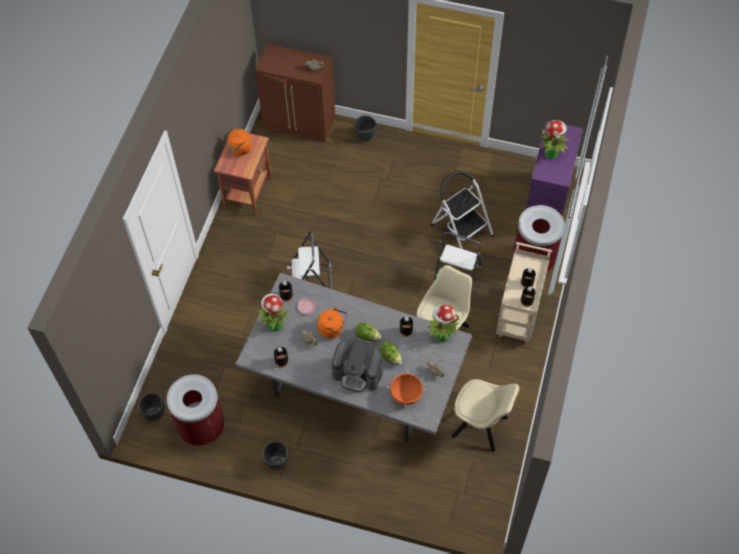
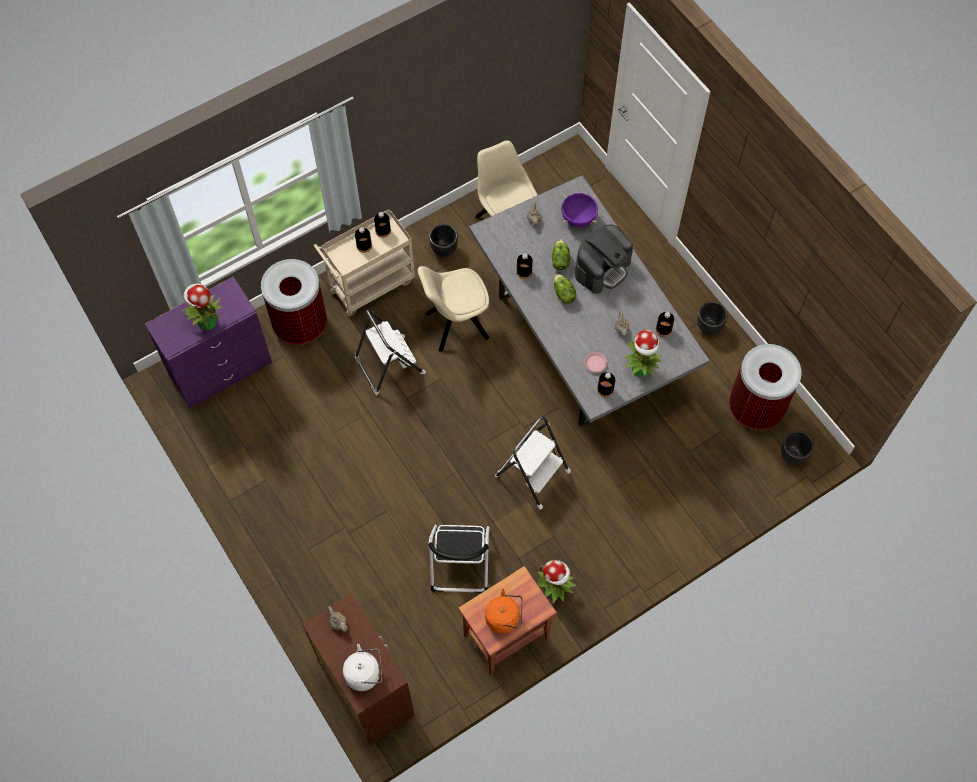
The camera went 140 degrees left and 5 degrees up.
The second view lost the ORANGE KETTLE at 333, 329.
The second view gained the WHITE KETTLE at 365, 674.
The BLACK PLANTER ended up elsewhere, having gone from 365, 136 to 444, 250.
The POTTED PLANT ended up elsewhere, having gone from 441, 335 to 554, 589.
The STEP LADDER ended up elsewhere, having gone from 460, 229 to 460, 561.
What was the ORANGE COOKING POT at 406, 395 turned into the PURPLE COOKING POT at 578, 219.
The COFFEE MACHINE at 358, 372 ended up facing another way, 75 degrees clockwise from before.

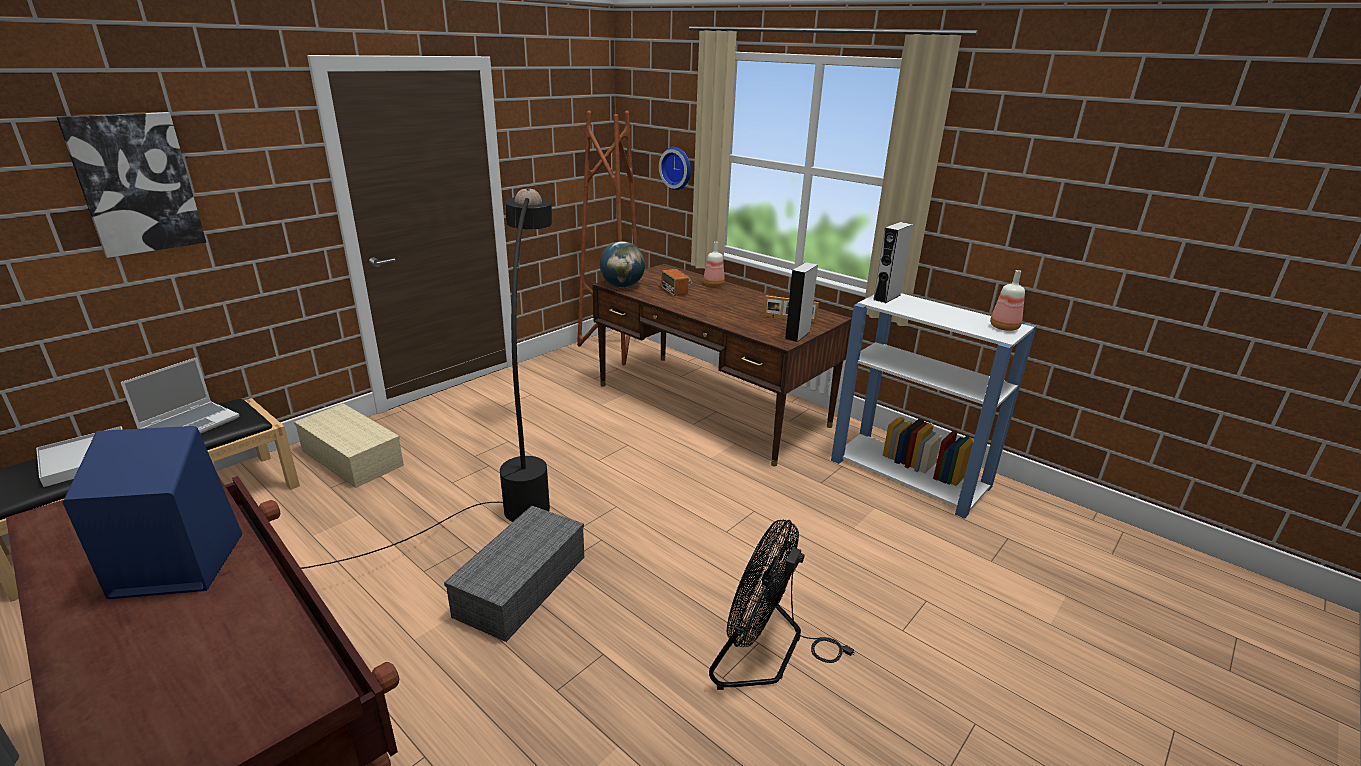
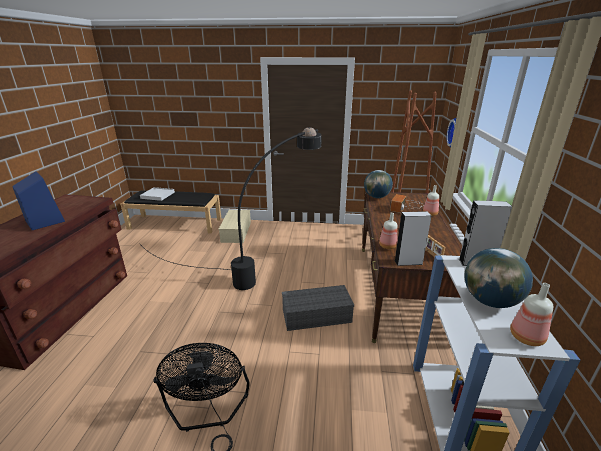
The camera went 55 degrees right and 0 degrees up.
The second view lost the PICTURE at 136, 184.
The second view lost the LAPTOP at 190, 424.
The second view gained the BOTTLE at 387, 246.
The second view gained the GLOBE at 490, 301.
The GREY STORAGE BOX ended up elsewhere, having gone from 521, 587 to 315, 316.

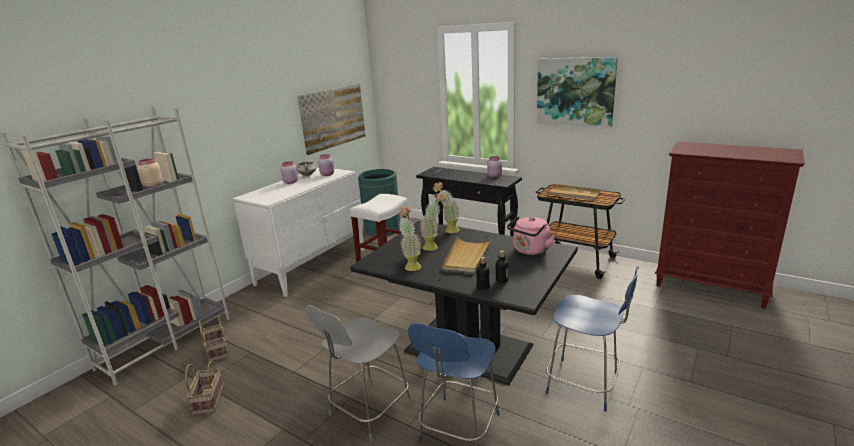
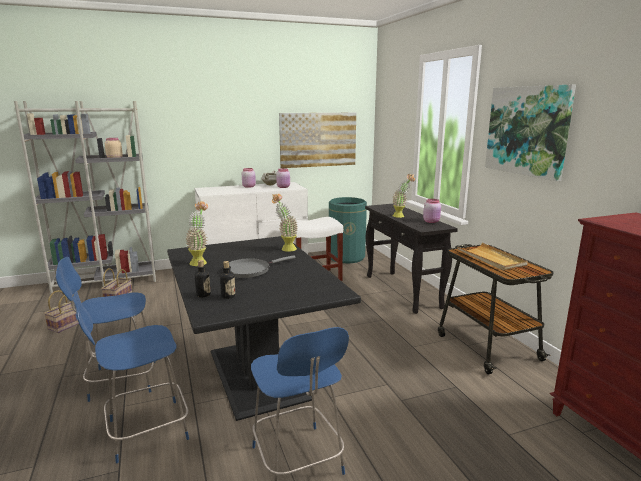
The camera went 35 degrees right and 5 degrees down.
The second view lost the PINK KETTLE at 530, 251.
The POTTED PLANT ended up elsewhere, having gone from 434, 246 to 401, 216.
Where the BEIGE TRAY stood at 466, 257, the GREY FRYING PAN came to stand at 250, 270.
What was the GREY CHAIR at 368, 411 turned into the BLUE CHAIR at 120, 380.

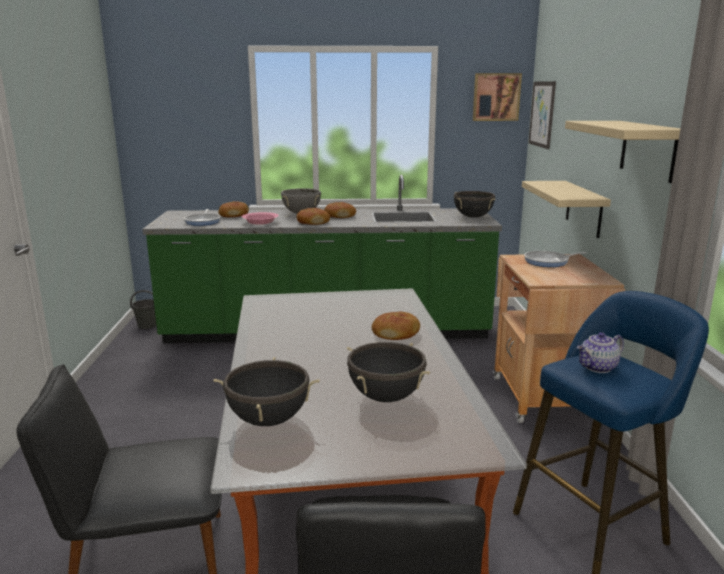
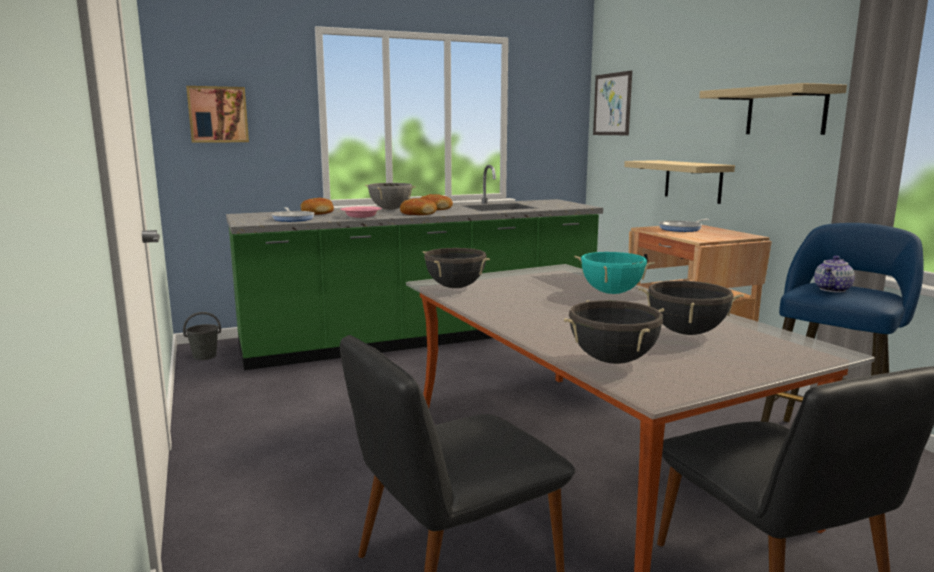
The camera went 20 degrees left and 5 degrees down.
The BLACK COOKING POT ended up elsewhere, having gone from 473, 217 to 455, 287.
The PICTURE ended up elsewhere, having gone from 496, 97 to 218, 114.
Where the BREAD stood at 396, 333, the TURQUOISE COOKING POT came to stand at 612, 293.

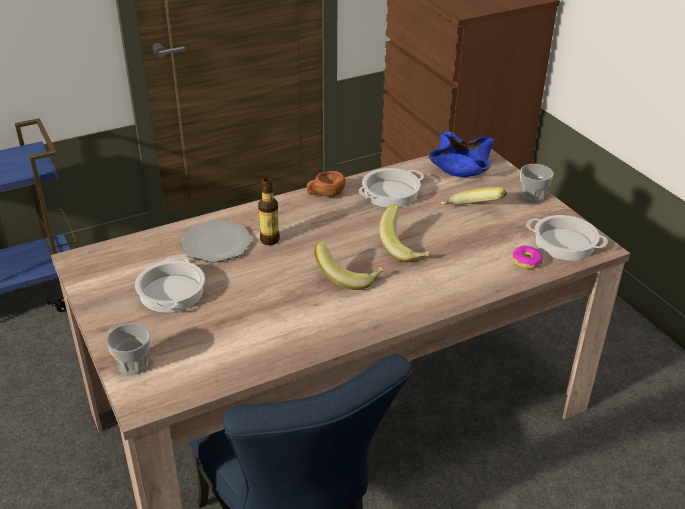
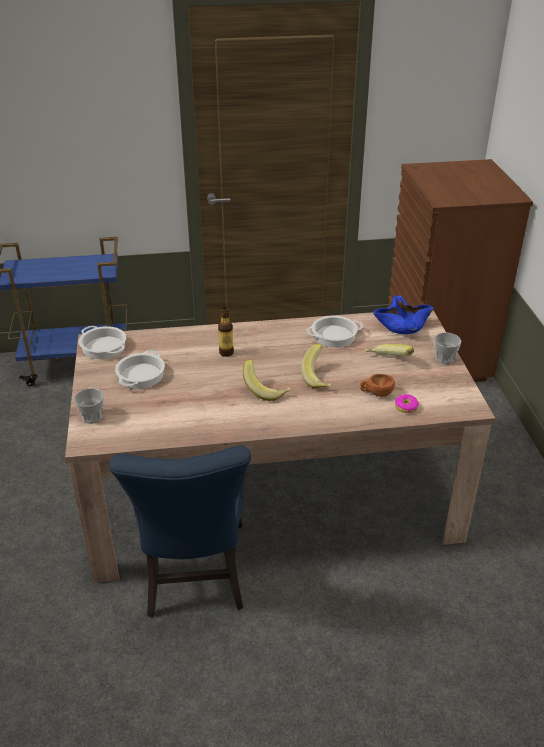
The camera went 20 degrees right and 0 degrees up.
The second view lost the PLATE at 216, 243.
The BROWN CUP ended up elsewhere, having gone from 325, 195 to 376, 393.
The COOKING POT ended up elsewhere, having gone from 565, 243 to 104, 347.

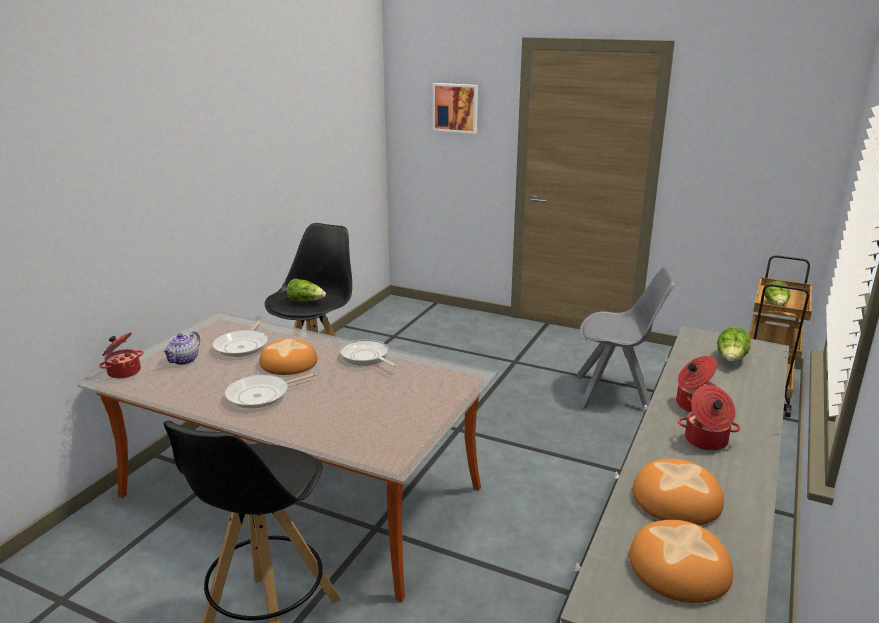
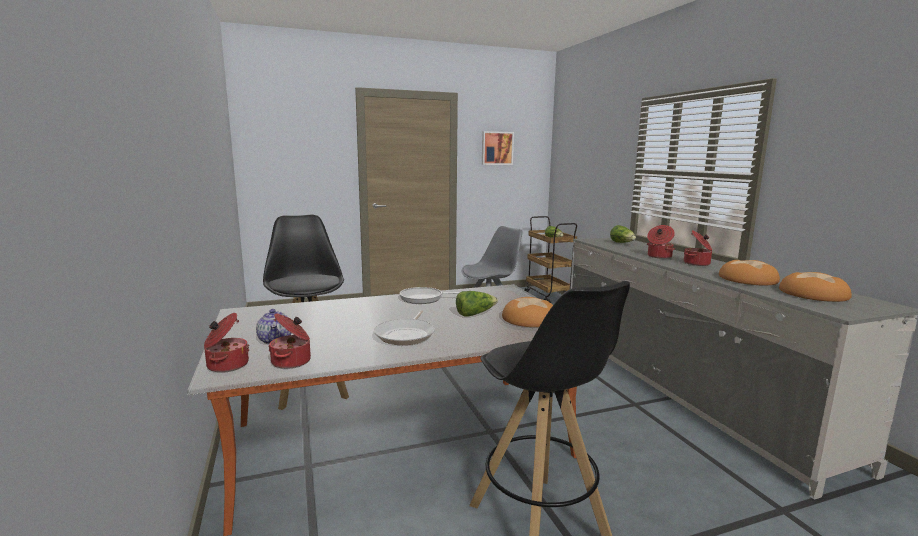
The camera went 45 degrees left and 10 degrees down.
The second view lost the FRYING PAN at 243, 346.
The second view gained the COOKING POT at 292, 361.
The BREAD ended up elsewhere, having gone from 289, 363 to 530, 319.
The LETTUCE ended up elsewhere, having gone from 306, 301 to 475, 314.
The PICTURE ended up elsewhere, having gone from 456, 107 to 497, 148.

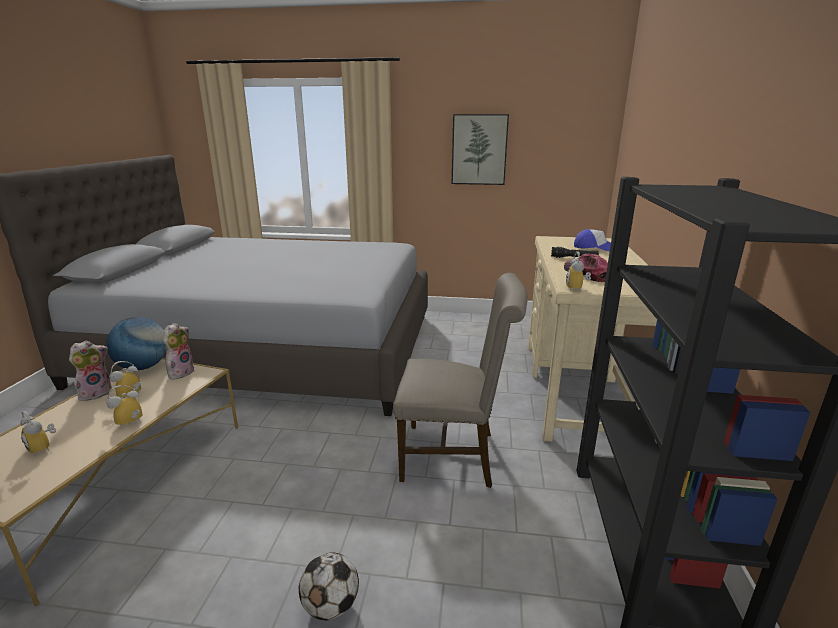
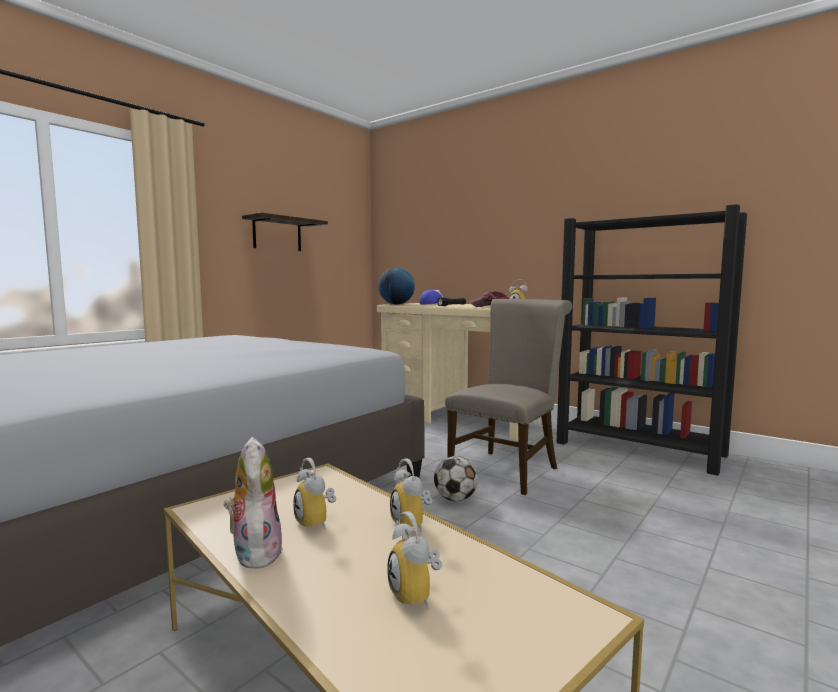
The camera went 60 degrees left and 15 degrees down.
The second view lost the PLUSH TOY at 181, 372.
The GLOBE ended up elsewhere, having gone from 143, 367 to 396, 304.
The FOOTBALL ended up elsewhere, having gone from 331, 606 to 455, 499.
Where the PICTURE hung at 479, 150, the SHELF came to hang at 277, 234.
The ALARM CLOCK at 44, 447 ended up facing another way, 90 degrees clockwise from before.

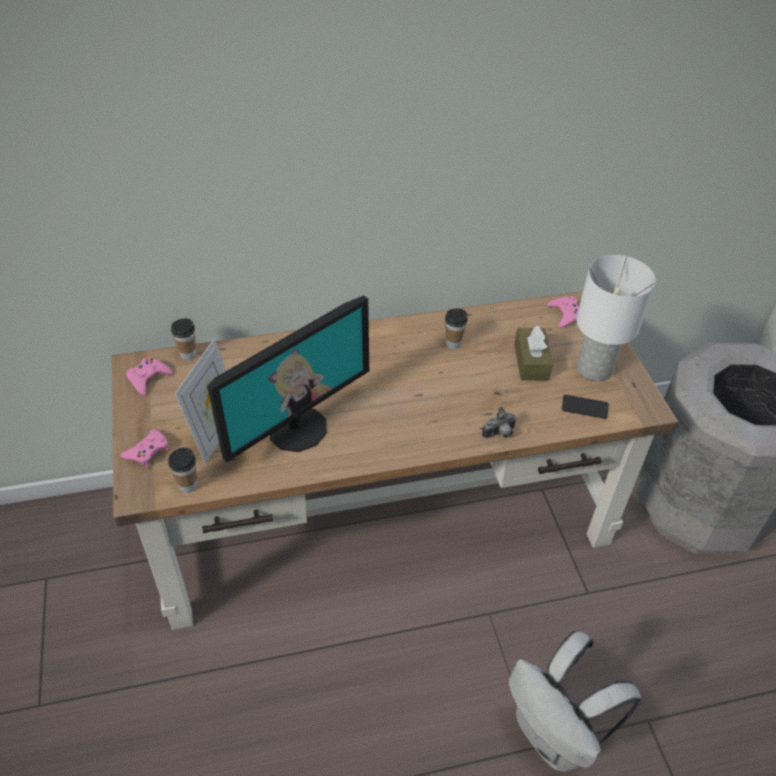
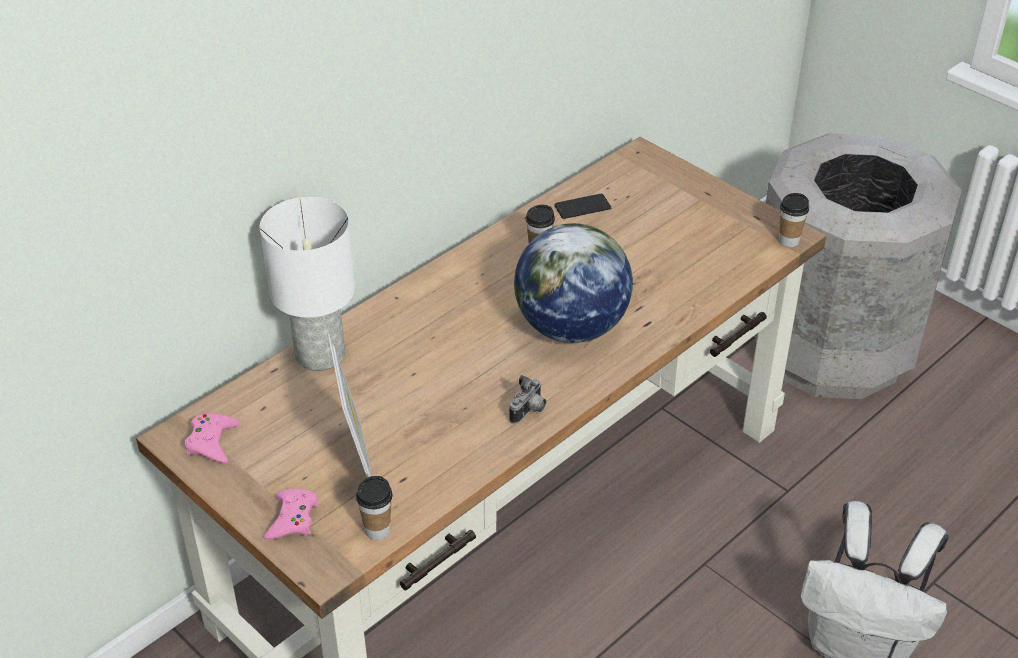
The camera went 30 degrees left and 5 degrees down.
The second view lost the MONITOR at 297, 428.
The second view lost the BROWN TISSUE BOX at 531, 362.
The second view lost the PINK GAME CONTROLLER at 565, 314.
The second view gained the GLOBE at 570, 328.
The CUP ended up elsewhere, having gone from 188, 354 to 788, 241.
The PHOTO CAMERA ended up elsewhere, having gone from 499, 434 to 529, 411.
The PHONE ended up elsewhere, having gone from 584, 407 to 582, 207.
The WHITE TABLE LAMP ended up elsewhere, having gone from 593, 368 to 319, 354.

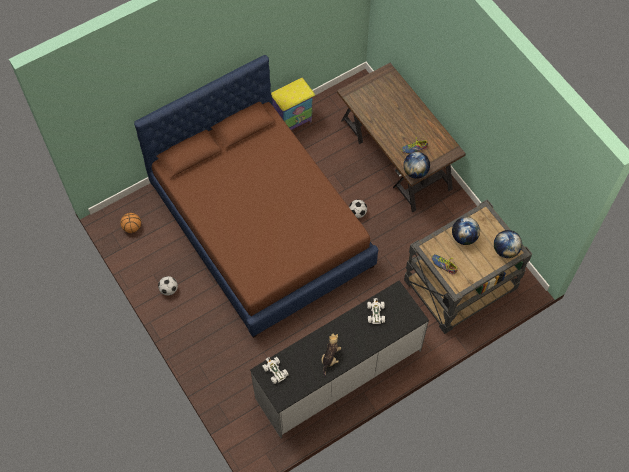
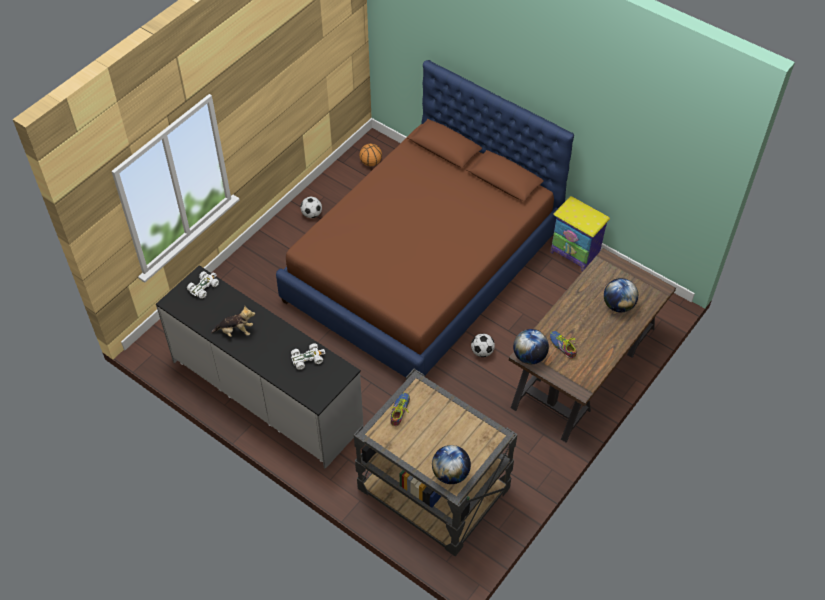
The camera went 70 degrees right and 10 degrees down.
The GLOBE ended up elsewhere, having gone from 464, 237 to 618, 305.

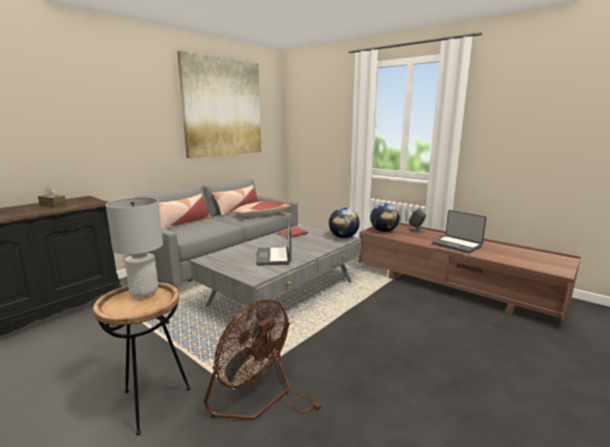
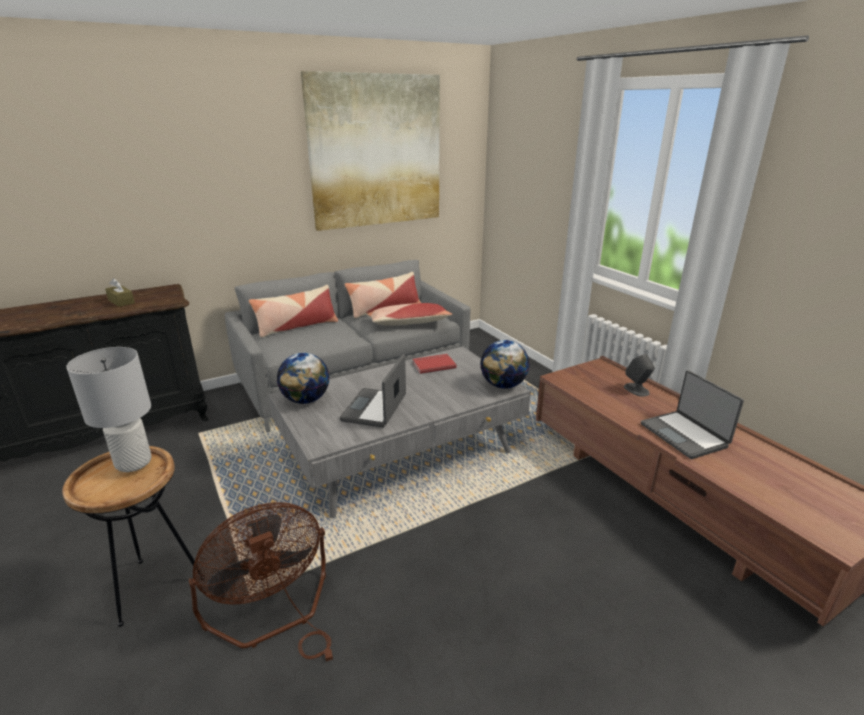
The camera went 20 degrees right and 10 degrees up.
The GLOBE ended up elsewhere, having gone from 383, 231 to 305, 400.

